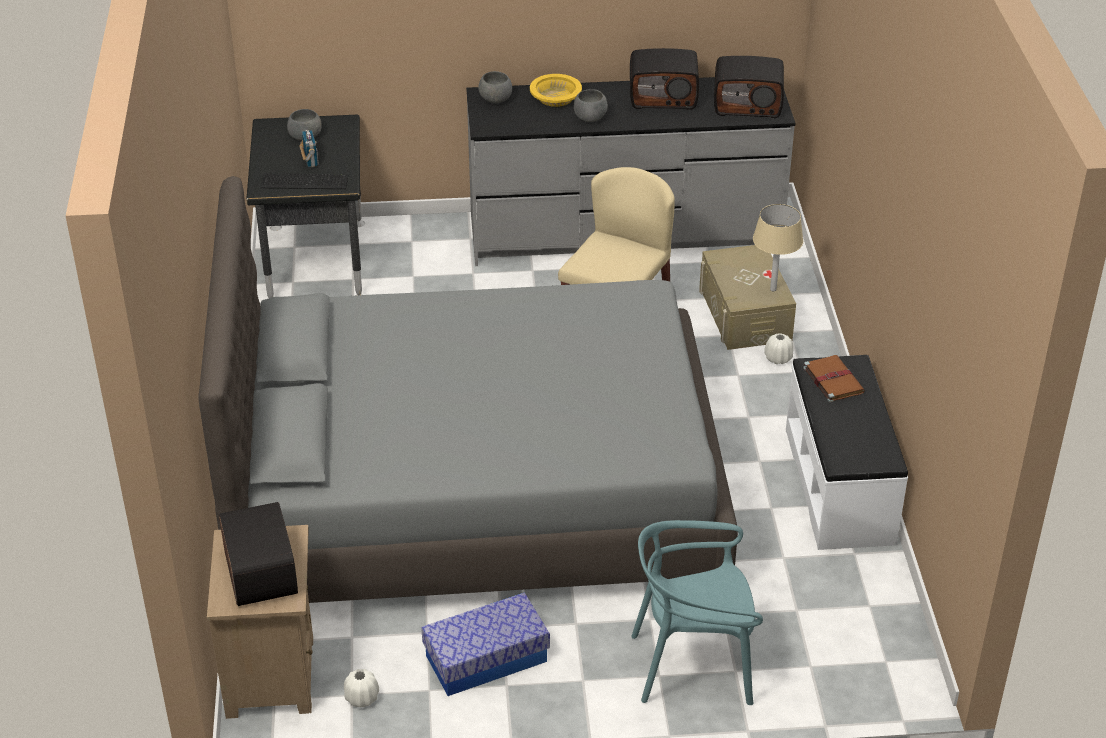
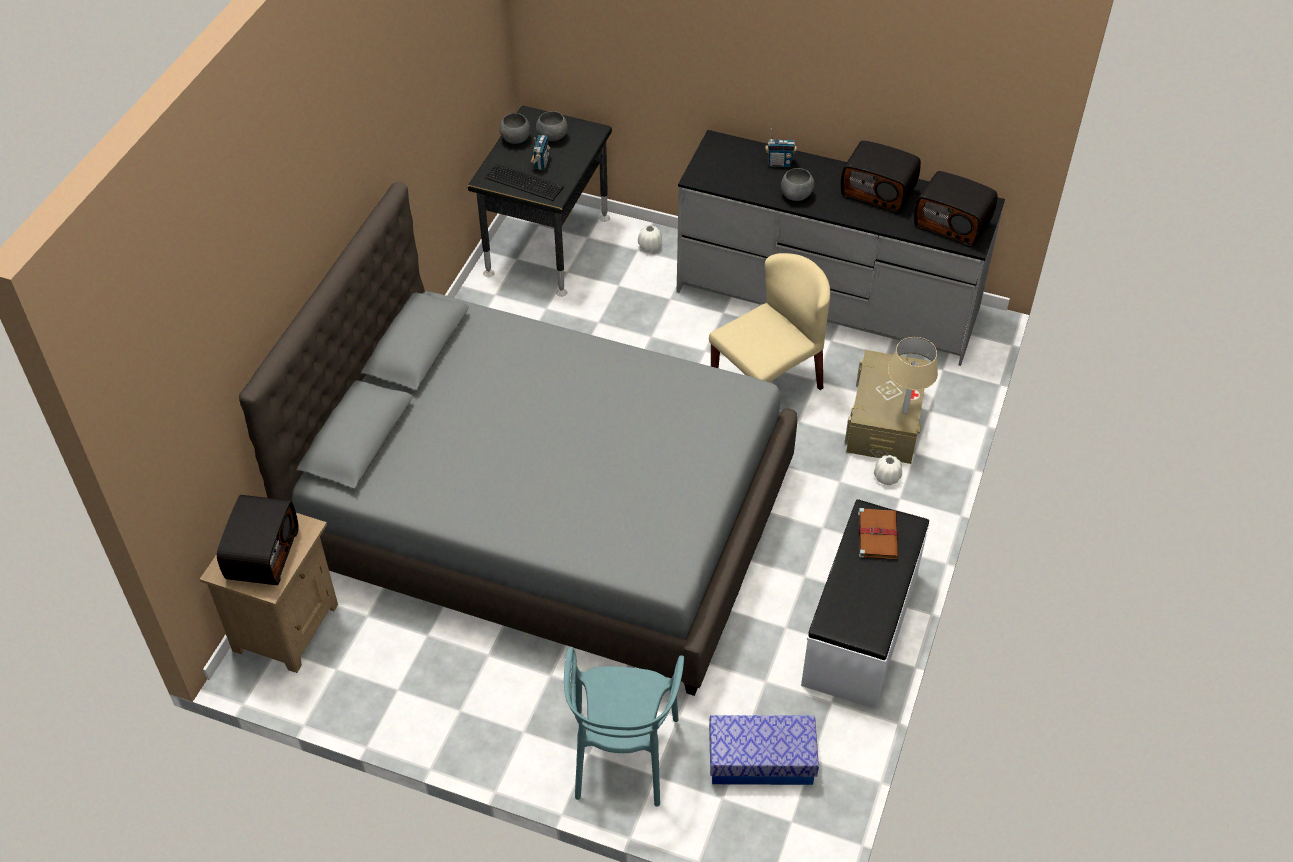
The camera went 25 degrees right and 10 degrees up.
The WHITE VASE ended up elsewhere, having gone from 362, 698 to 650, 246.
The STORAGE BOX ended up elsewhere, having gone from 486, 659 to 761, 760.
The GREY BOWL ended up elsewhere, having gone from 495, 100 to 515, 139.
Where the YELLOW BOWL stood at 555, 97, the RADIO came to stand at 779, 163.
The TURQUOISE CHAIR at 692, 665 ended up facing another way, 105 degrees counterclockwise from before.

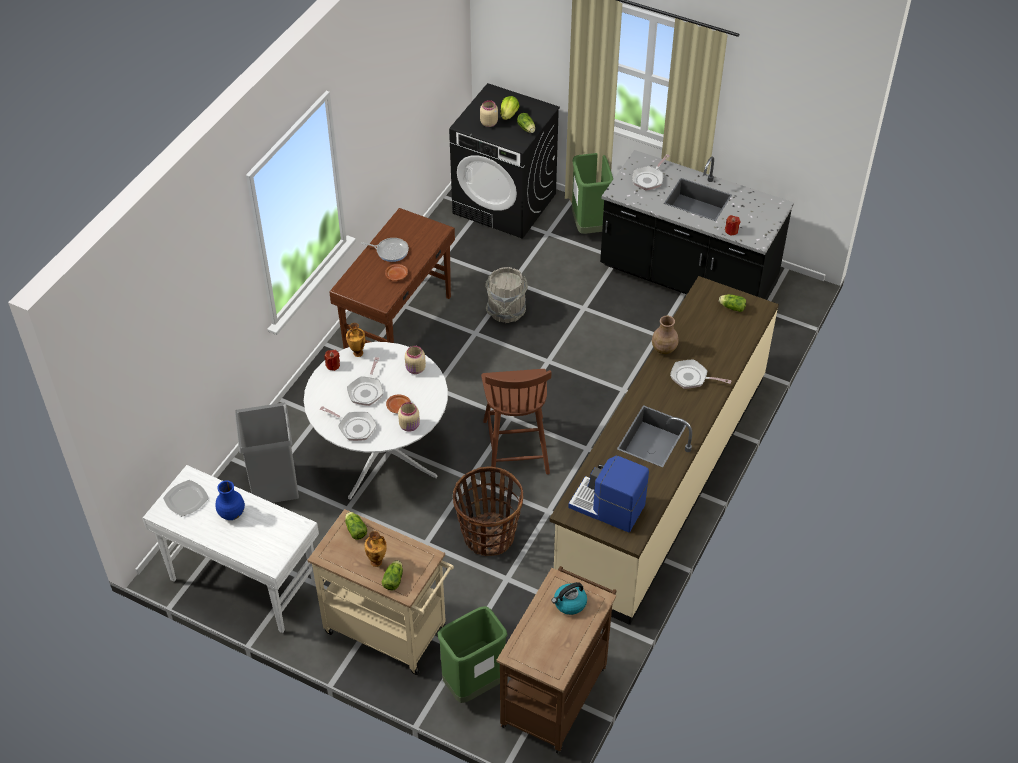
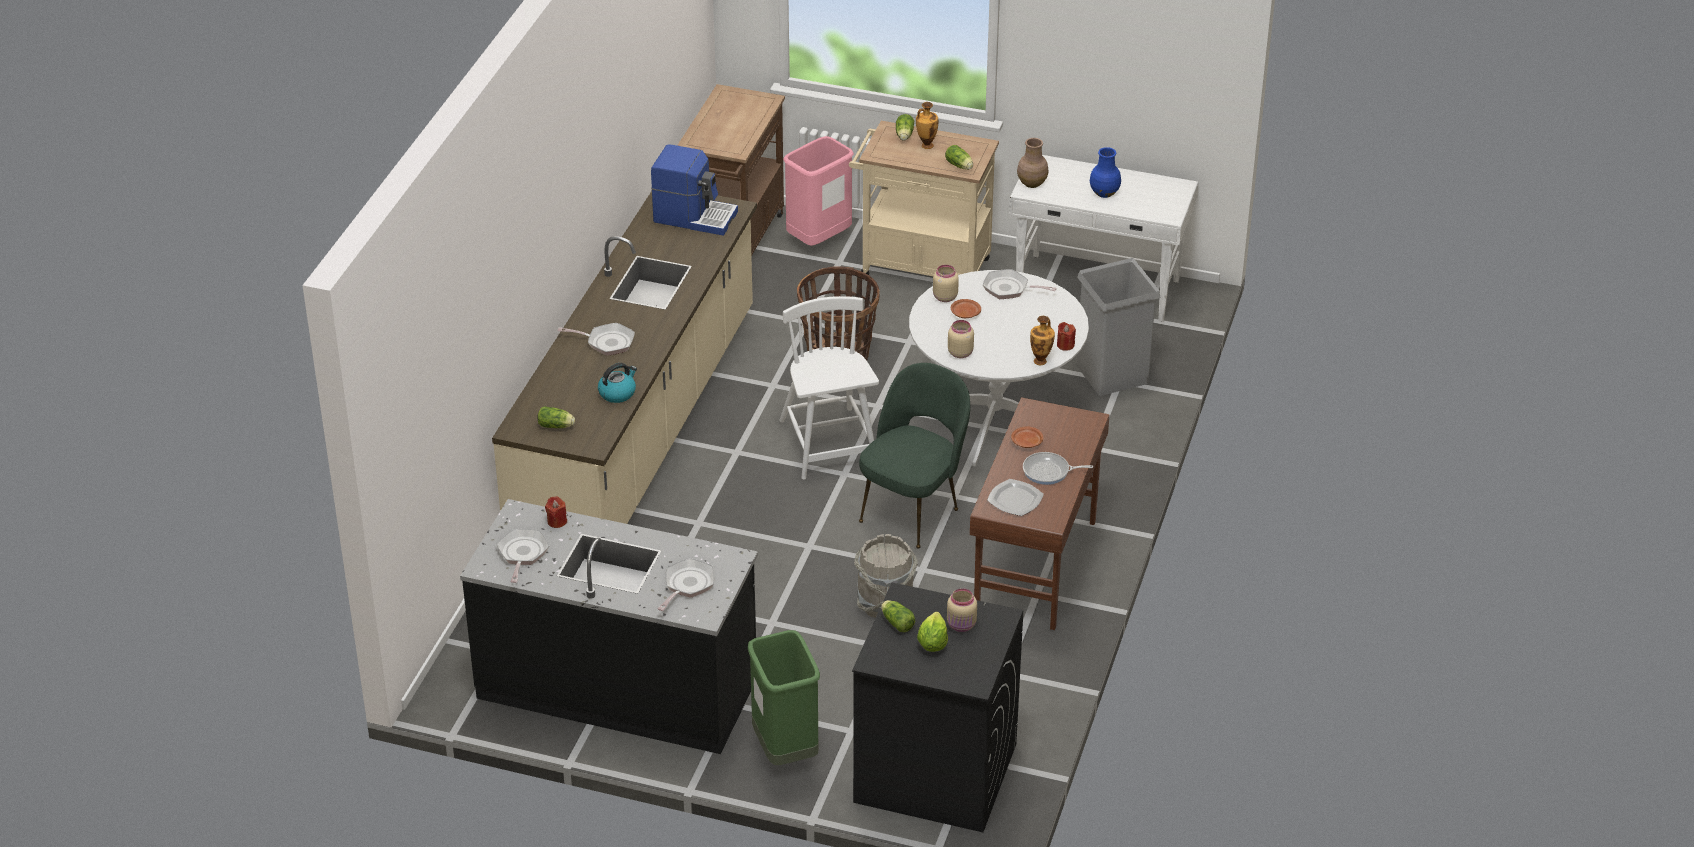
The camera went 170 degrees right and 10 degrees down.
The second view gained the GREEN CHAIR at 914, 511.
The PLATE ended up elsewhere, having gone from 186, 500 to 1015, 499.
The FRYING PAN ended up elsewhere, having gone from 366, 391 to 522, 554.
The KETTLE ended up elsewhere, having gone from 569, 603 to 617, 393.
The BROWN VASE ended up elsewhere, having gone from 664, 349 to 1031, 183.
What was the GREEN TRASH CAN at 474, 684 turned into the PINK TRASH CAN at 819, 240.
What was the BROWN CHAIR at 516, 445 turned into the WHITE CHAIR at 828, 445.

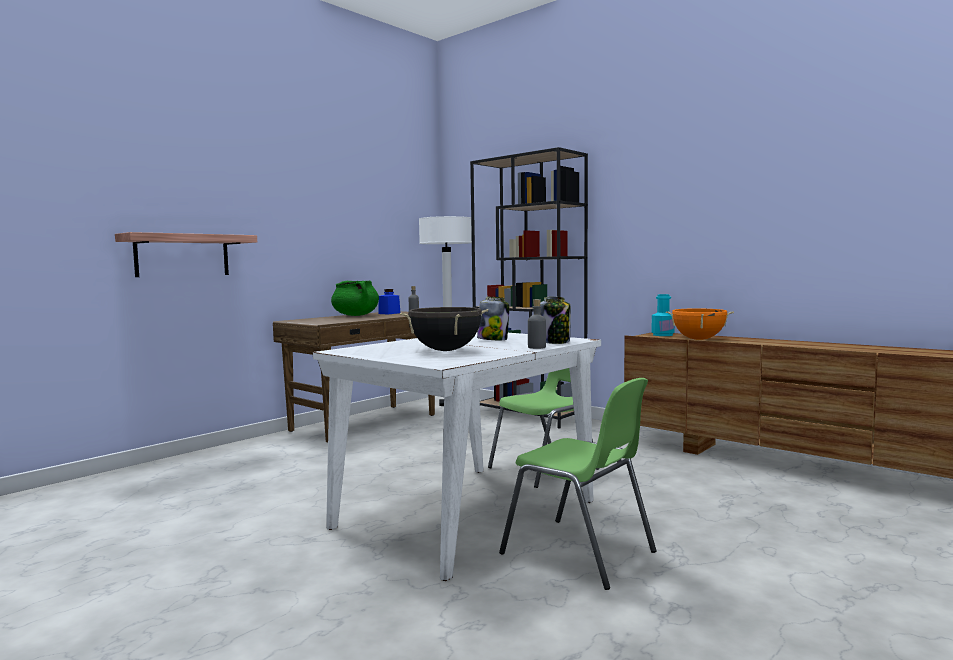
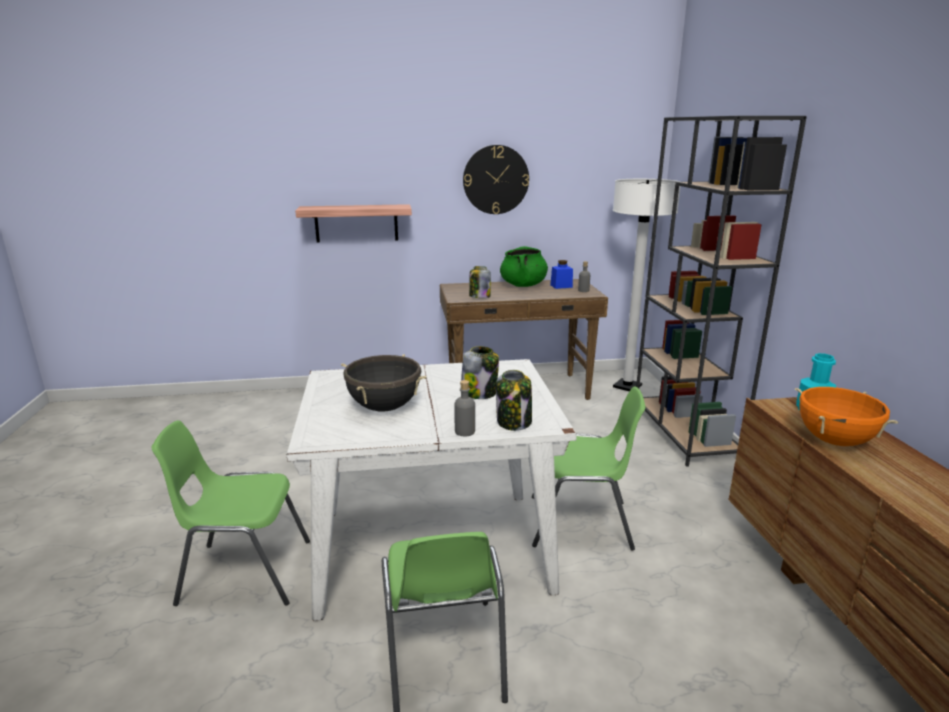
The camera went 40 degrees right and 15 degrees up.
The second view gained the GREEN CHAIR at 244, 572.
The second view gained the WALL CLOCK at 495, 180.
The second view gained the JAR at 479, 297.

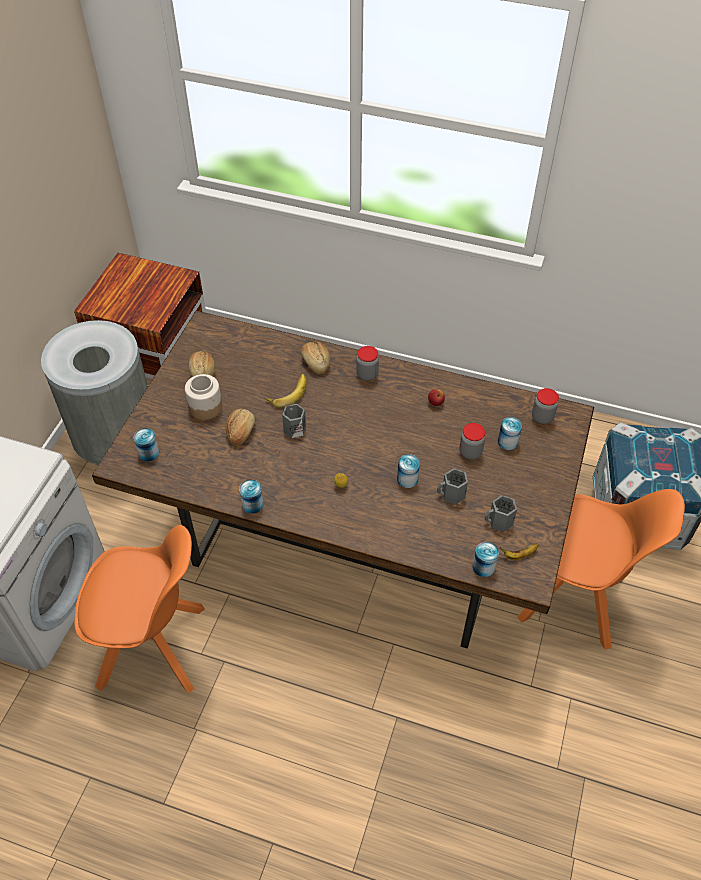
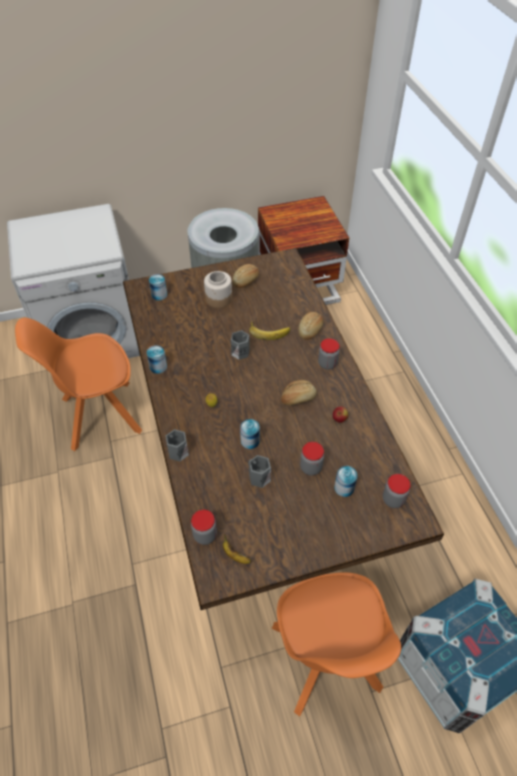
The camera went 55 degrees right and 0 degrees up.
The BREAD ended up elsewhere, having gone from 240, 431 to 298, 398.
The GREY MUG ended up elsewhere, having gone from 500, 522 to 177, 452.
Where the CAN stood at 483, 567, the JAR came to stand at 205, 535.
The ORANGE CHAIR at 154, 647 ended up facing another way, 105 degrees clockwise from before.

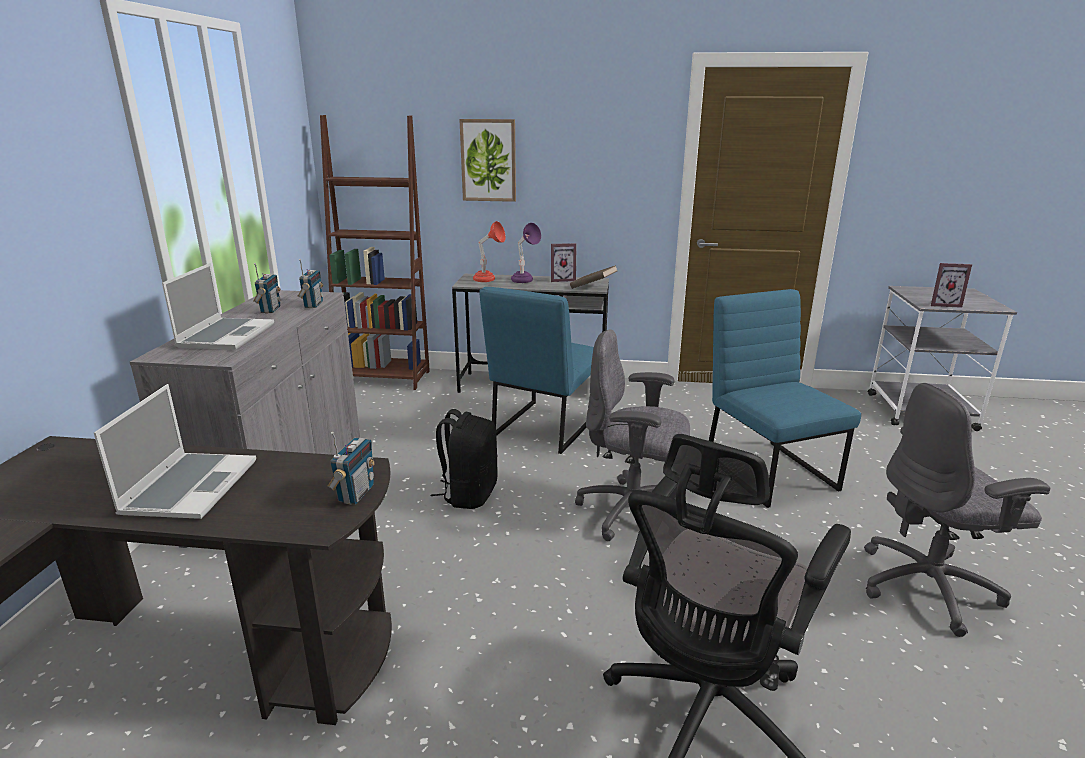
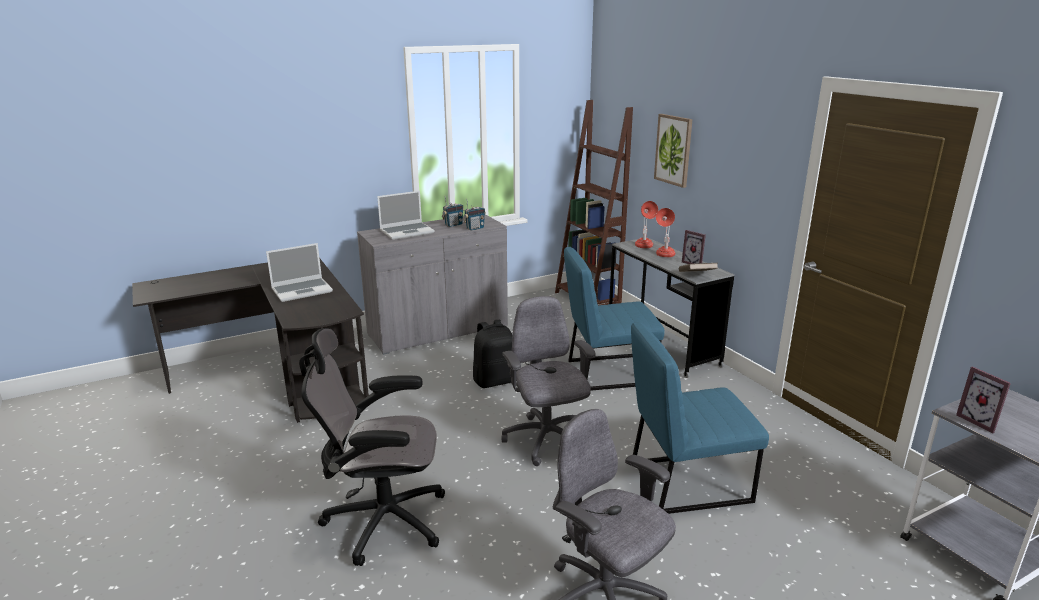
The camera went 55 degrees right and 0 degrees up.
The second view lost the RADIO at 355, 493.
What was the PURPLE TABLE LAMP at 525, 282 turned into the RED TABLE LAMP at 664, 256.
The BLUE CHAIR at 768, 470 ended up facing another way, 135 degrees counterclockwise from before.

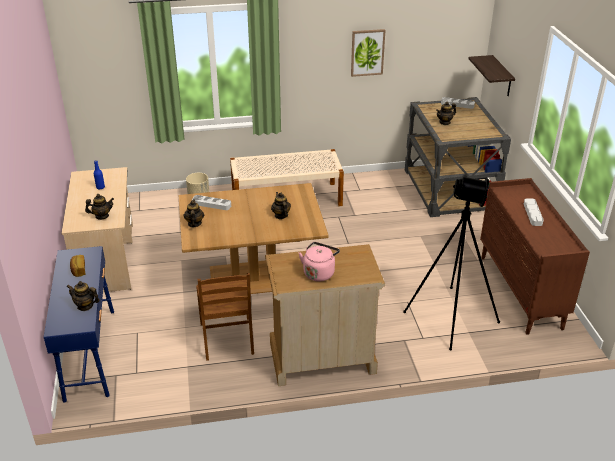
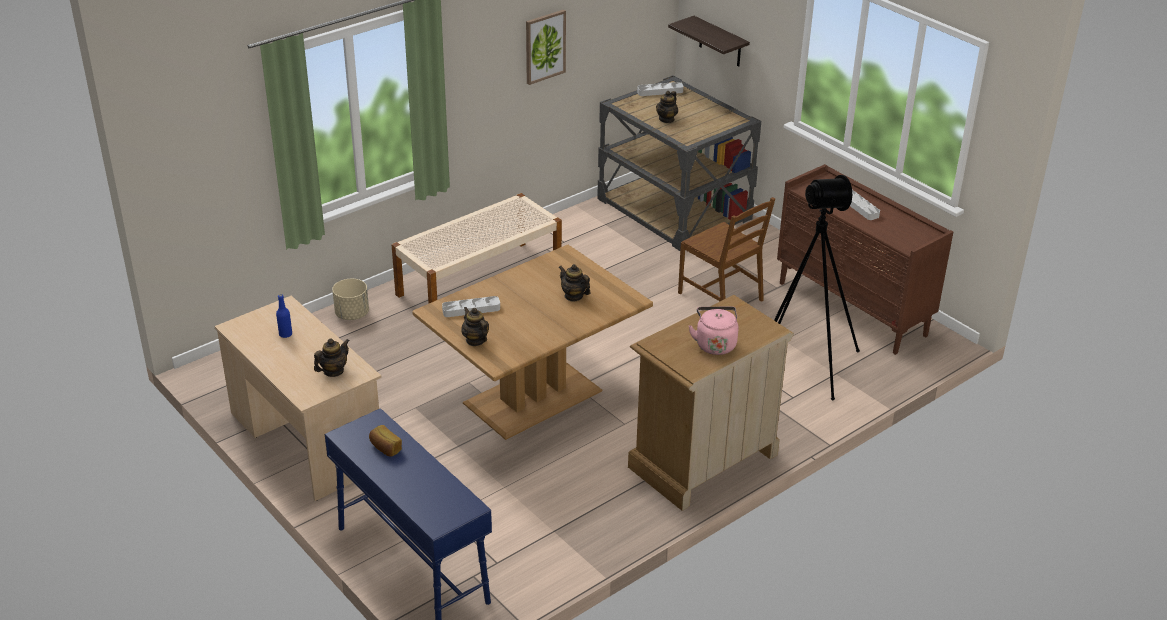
The camera went 30 degrees left and 0 degrees up.
The second view lost the TEAPOT at 85, 306.
The BROWN CHAIR ended up elsewhere, having gone from 227, 339 to 722, 296.

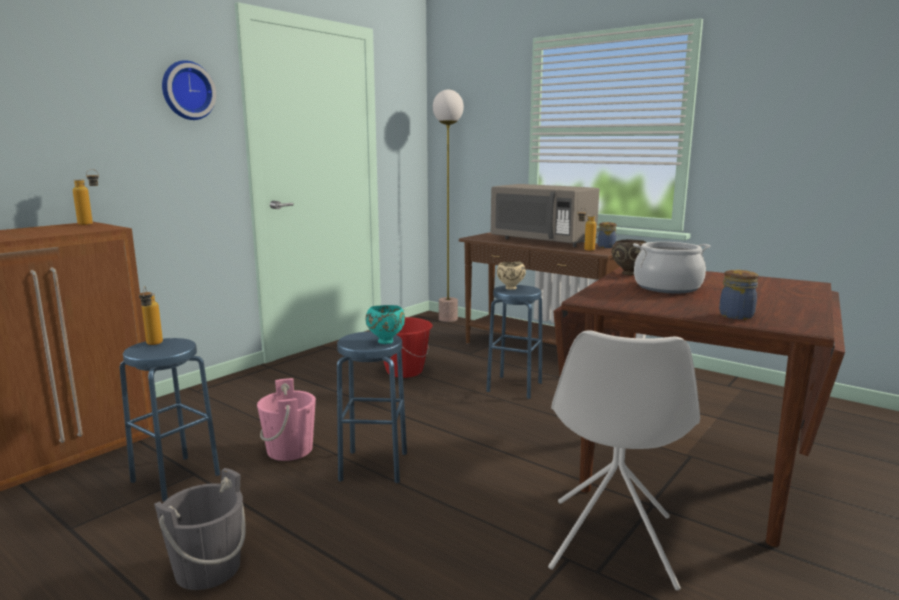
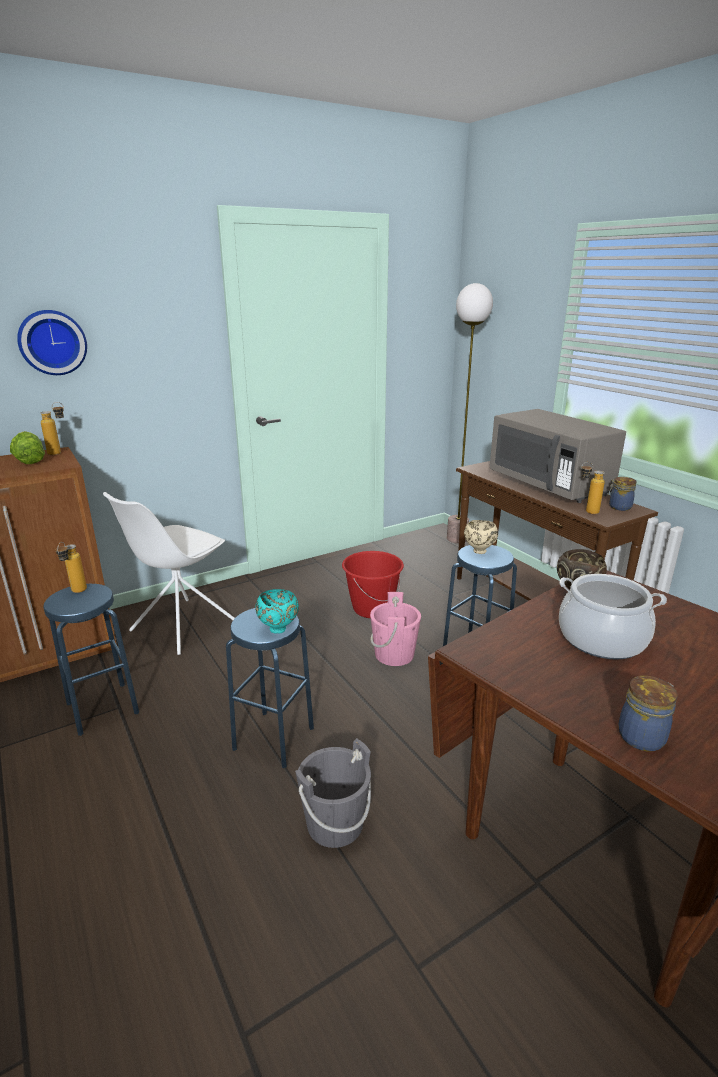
The camera went 20 degrees right and 10 degrees up.
The second view gained the LETTUCE at 30, 460.
The GREY BUCKET ended up elsewhere, having gone from 208, 569 to 335, 823.
The WALL CLOCK ended up elsewhere, having gone from 187, 90 to 52, 342.
The PINK BUCKET ended up elsewhere, having gone from 290, 450 to 394, 654.
The WHITE CHAIR ended up elsewhere, having gone from 611, 544 to 181, 626.

